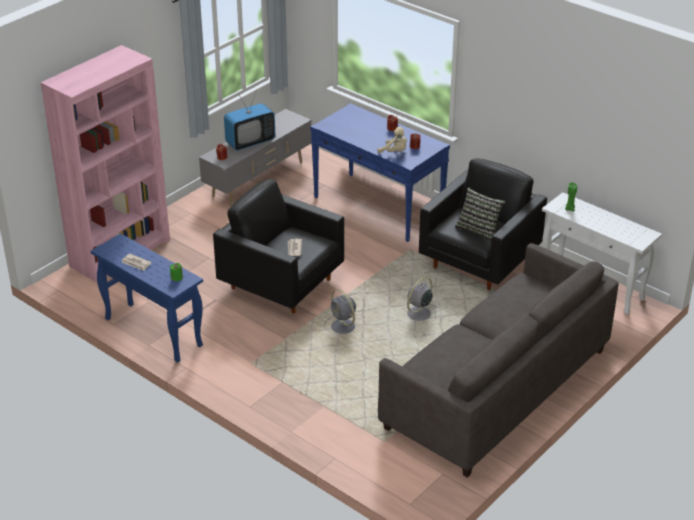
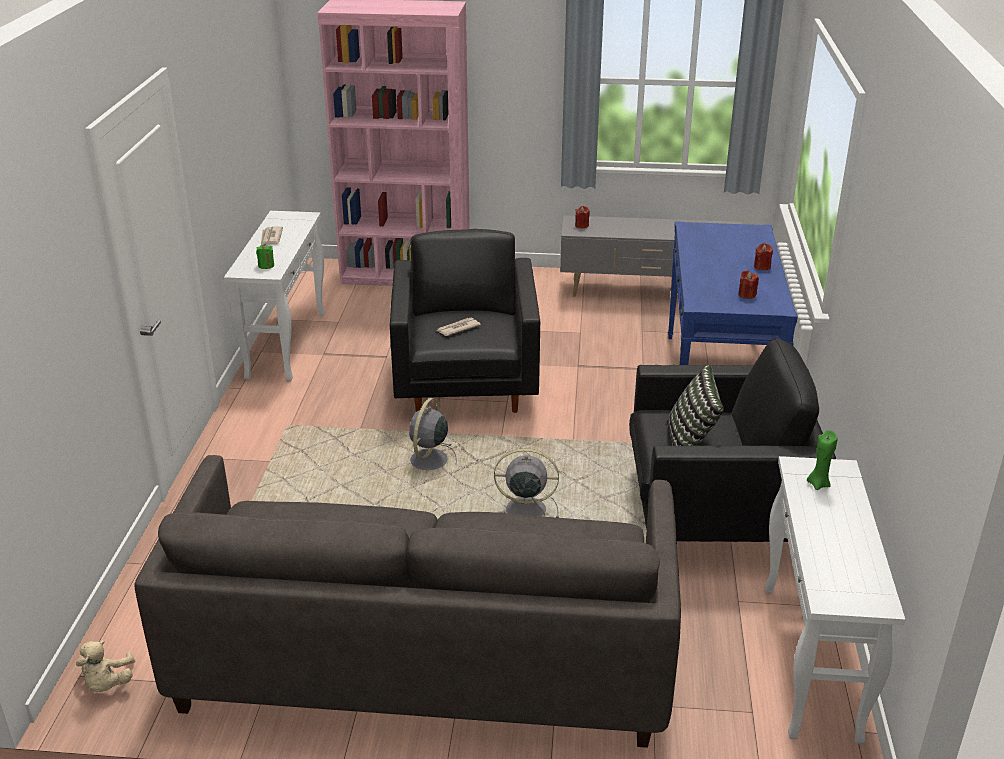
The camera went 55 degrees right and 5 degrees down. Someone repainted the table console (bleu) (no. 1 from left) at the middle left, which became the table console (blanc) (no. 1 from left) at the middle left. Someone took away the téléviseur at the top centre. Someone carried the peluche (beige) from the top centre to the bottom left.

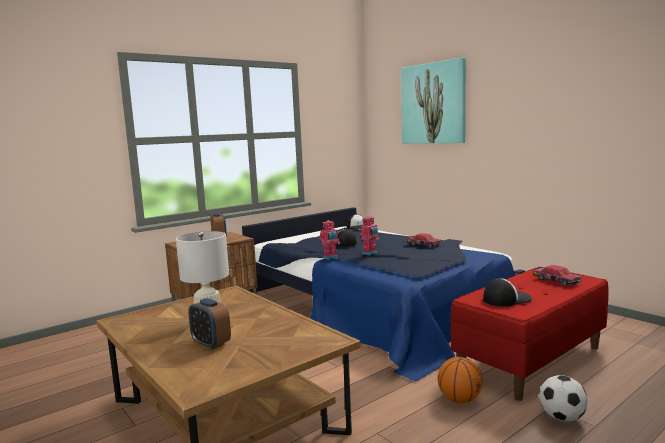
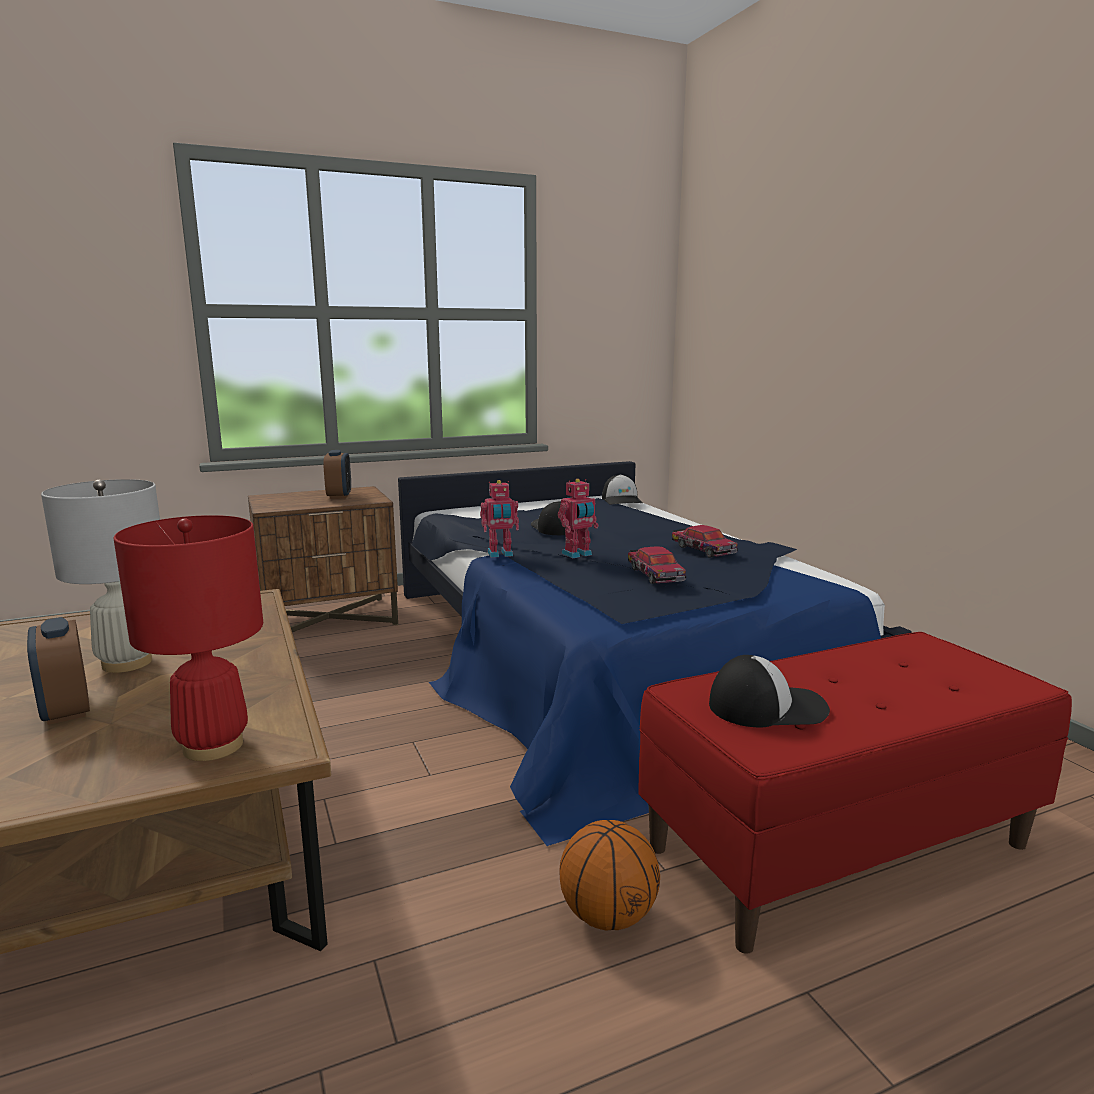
The camera went 15 degrees right and 5 degrees up. Someone took away the tableau at the top centre. Someone carried the petite voiture (no. 2 from left in the first image) from the middle right to the centre. Someone took away the ballon de foot at the bottom right. Someone put down the lampe de table (rouge) at the middle left.

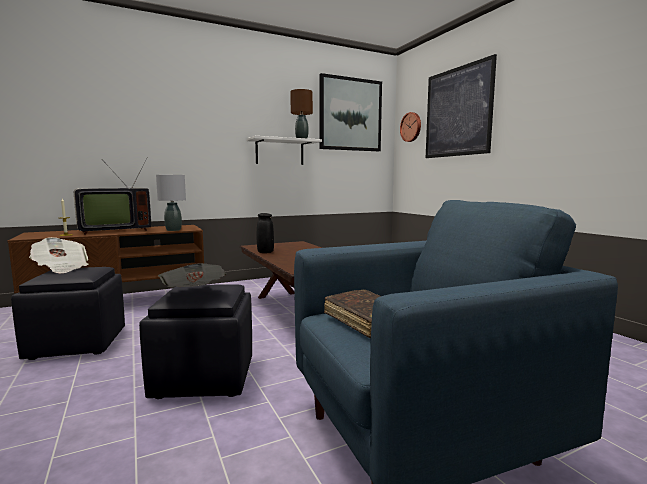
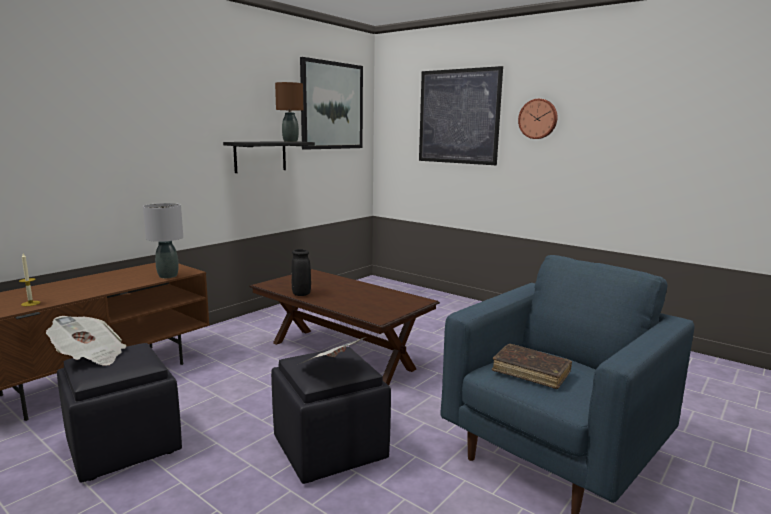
The camera went 25 degrees left and 5 degrees up. Someone took away the téléviseur at the middle left. Someone repainted the étagère (blanc) at the top centre, which became the étagère (noir) at the top centre. Someone carried the horloge murale from the top centre to the top right.

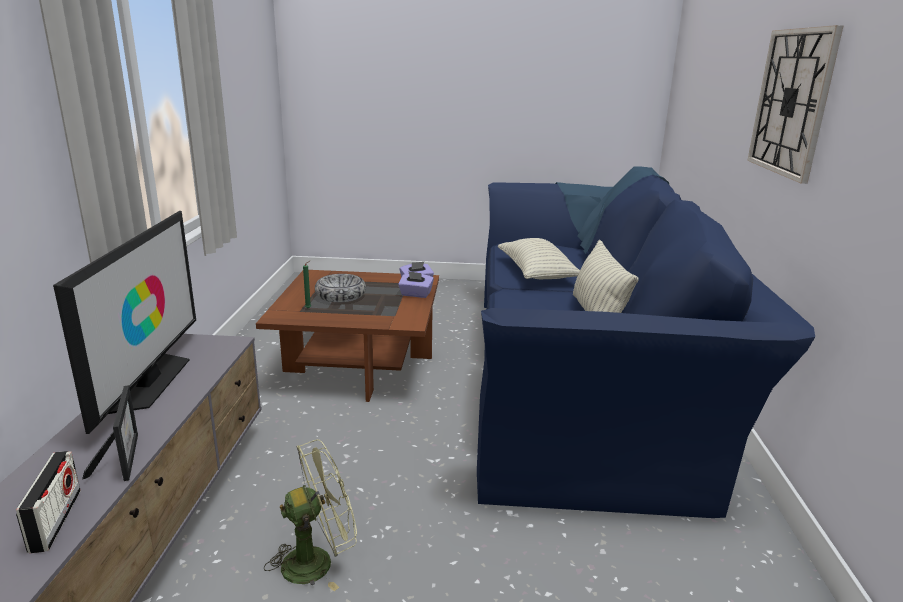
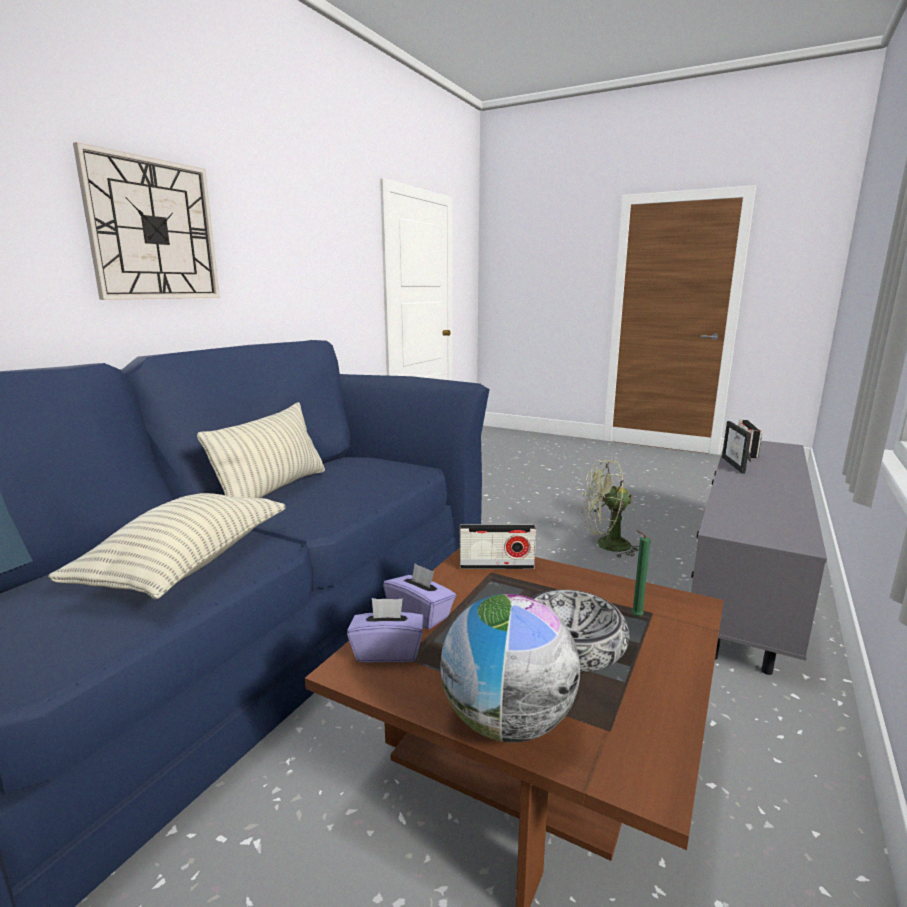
The camera went 155 degrees left and 5 degrees down. Someone took away the téléviseur at the middle left. Someone put down the globe at the bottom centre. Someone put down the radio (no. 1 from left) at the centre.

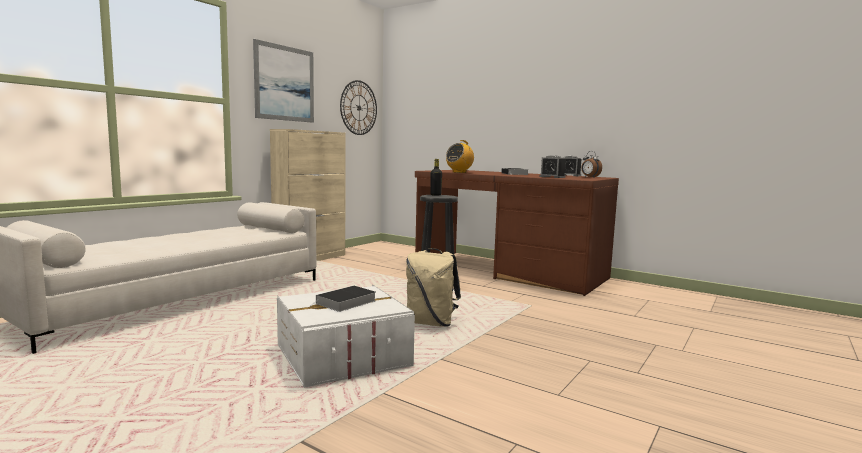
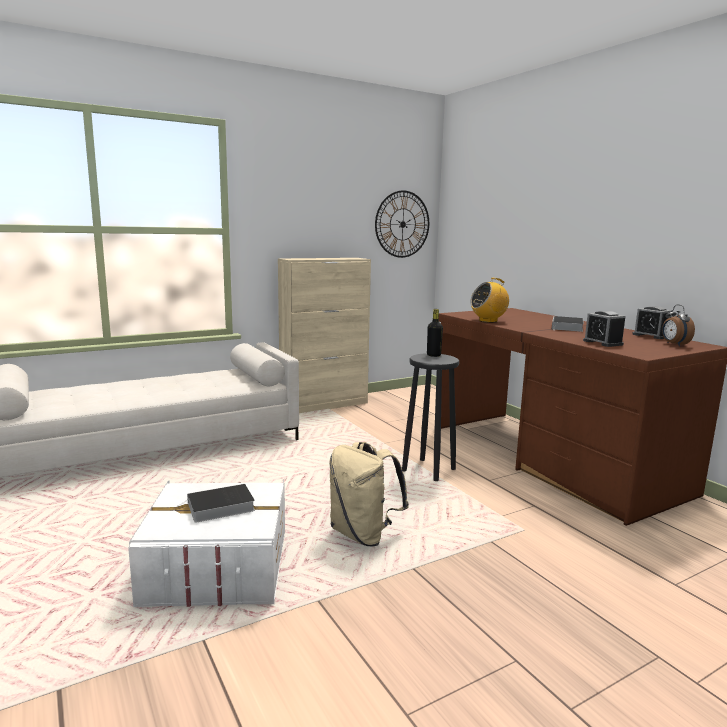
The camera went 25 degrees right and 5 degrees up. Someone took away the tableau at the top left.

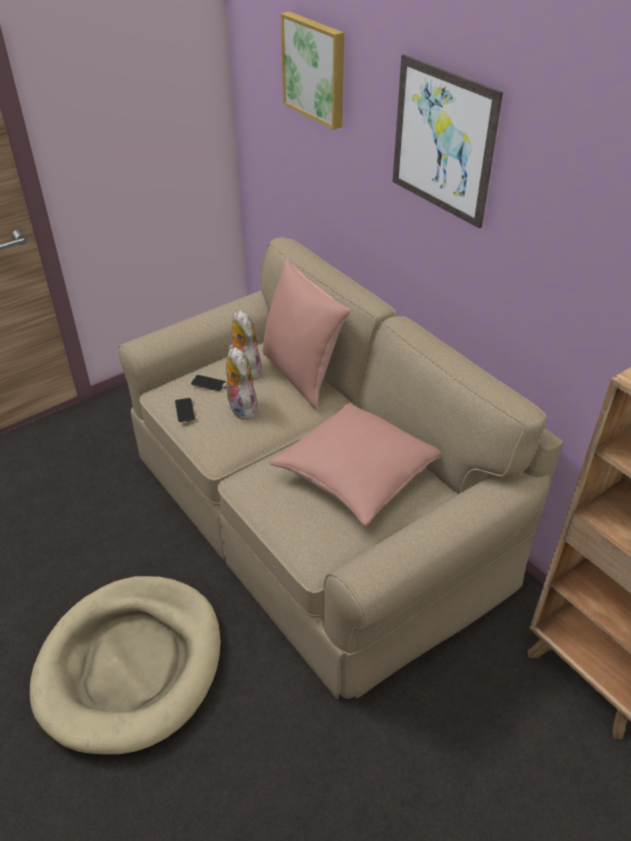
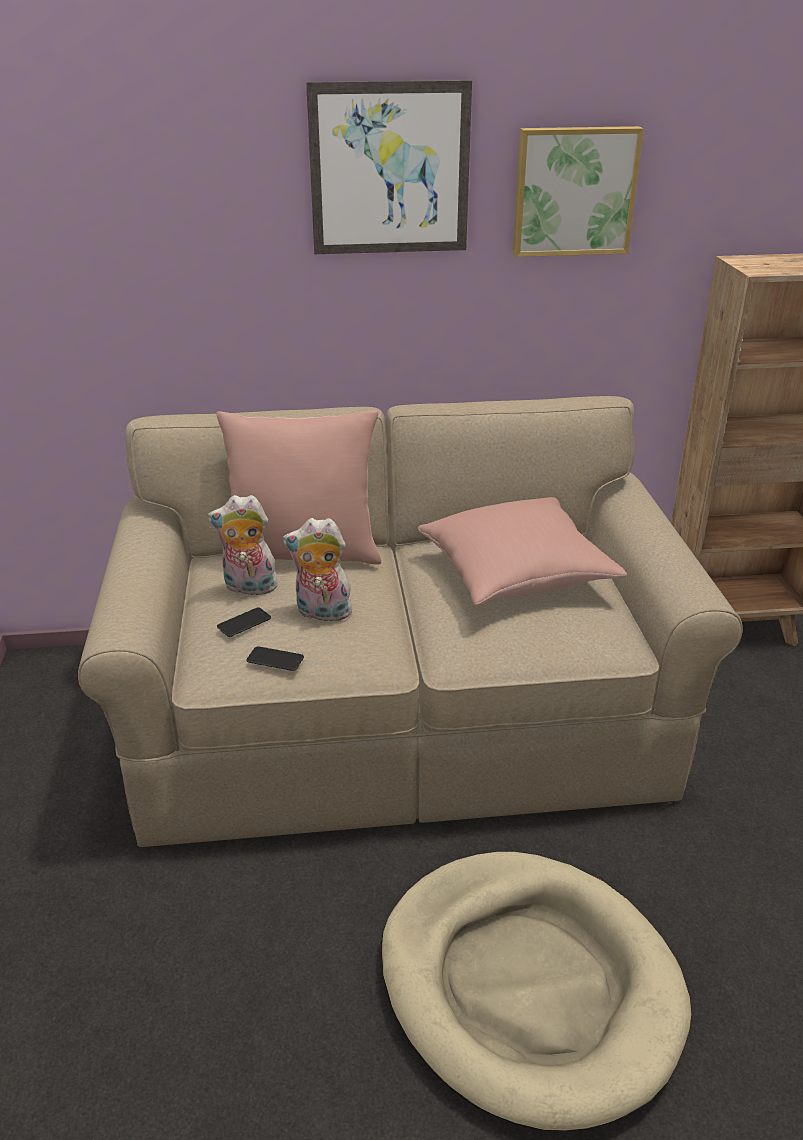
The camera went 60 degrees left and 10 degrees down. Someone carried the tableau (no. 1 from left in the first image) from the top centre to the top right.

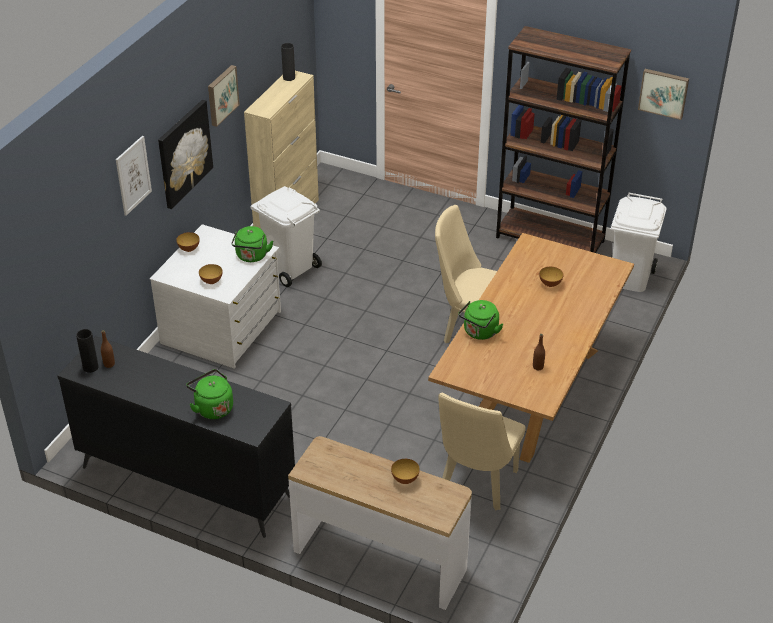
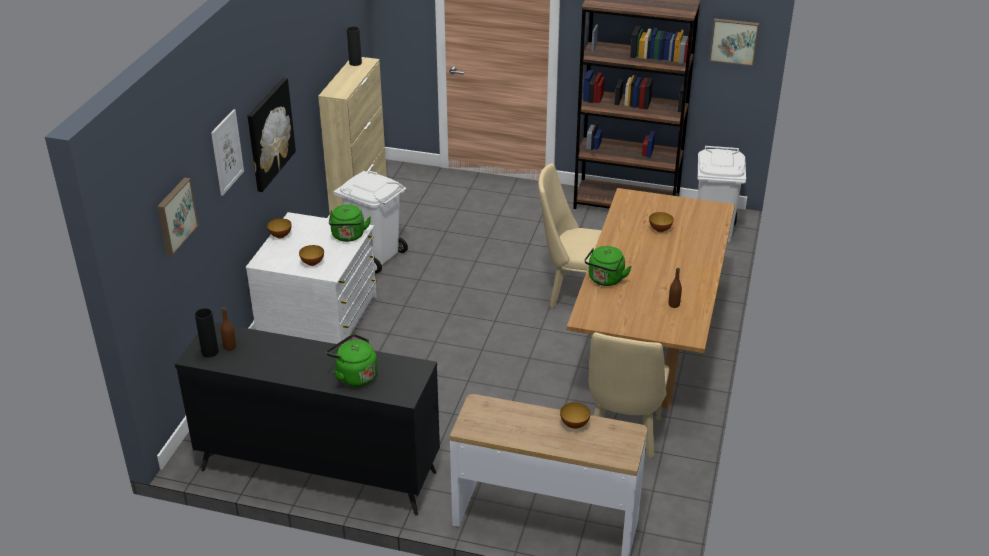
The camera went 10 degrees left and 5 degrees down. Someone carried the tableau (no. 3 from left in the first image) from the top left to the middle left.

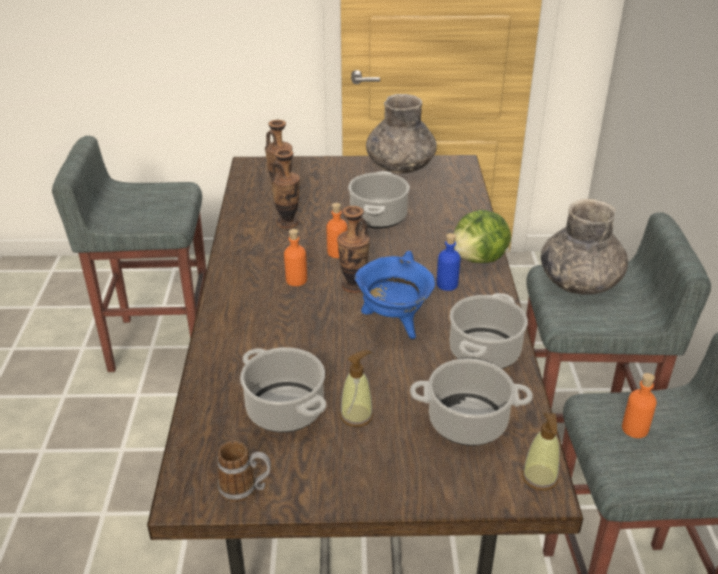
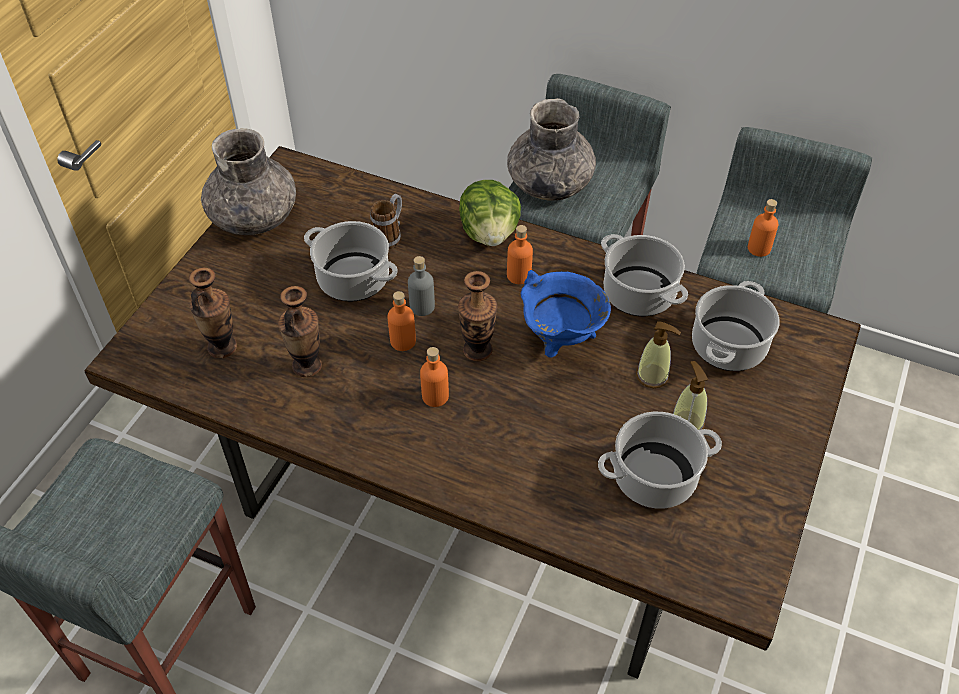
The camera went 65 degrees left and 15 degrees up. Someone carried the mug from the bottom centre to the top centre. Someone repainted the bouteille (bleu) at the centre, which became the bouteille (orange) (no. 3 from left) at the centre. Someone carried the distributeur de savon (no. 2 from left in the first image) from the bottom right to the middle right. Someone put down the bouteille (gris) at the centre.

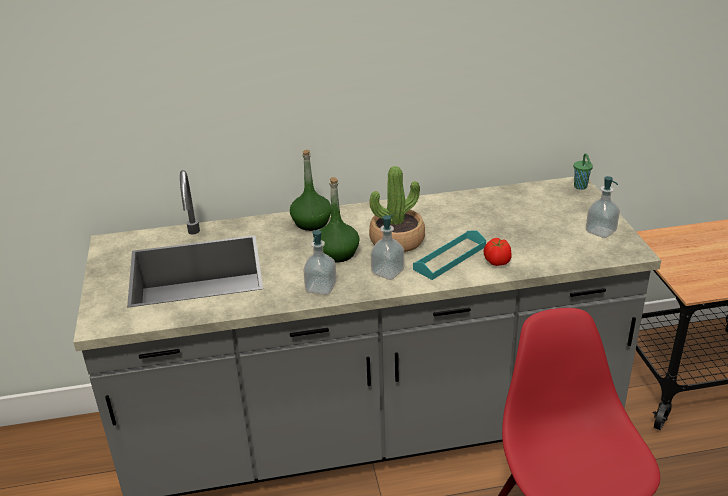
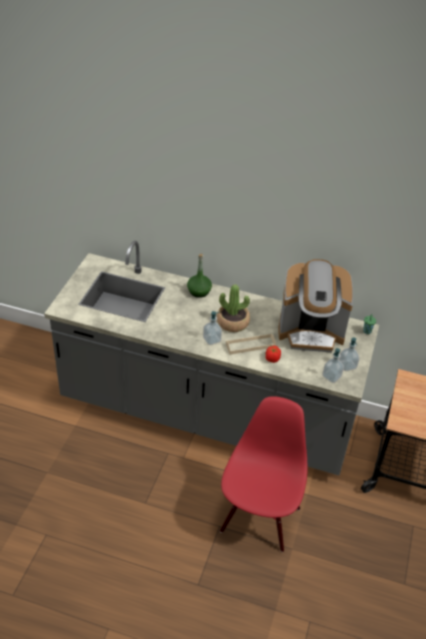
The camera went 25 degrees right and 10 degrees up. Someone carried the distributeur de savon (no. 1 from left in the first image) from the centre to the middle right. Someone took away the bouteille (vert) (no. 2 from left) at the centre. Someone repainted the plateau (turquoise) at the centre, which became the plateau (beige) at the centre. Someone put down the machine à café at the middle right.

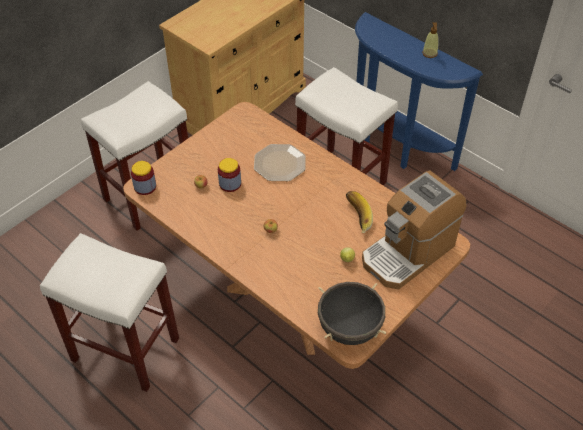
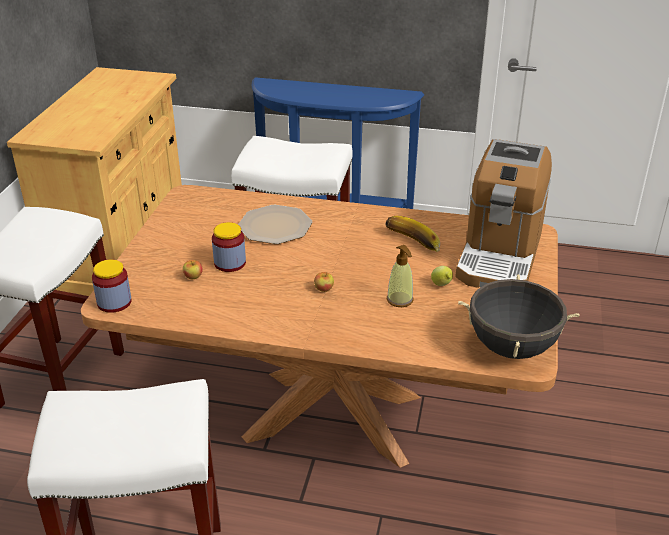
The camera went 30 degrees left and 15 degrees down. Someone carried the distributeur de savon from the top right to the centre.

